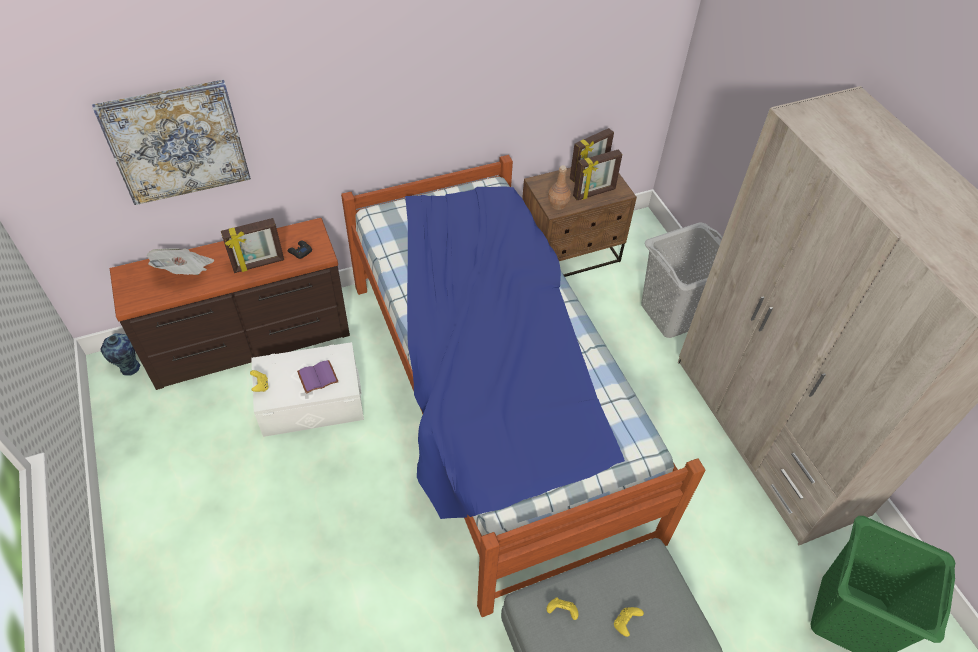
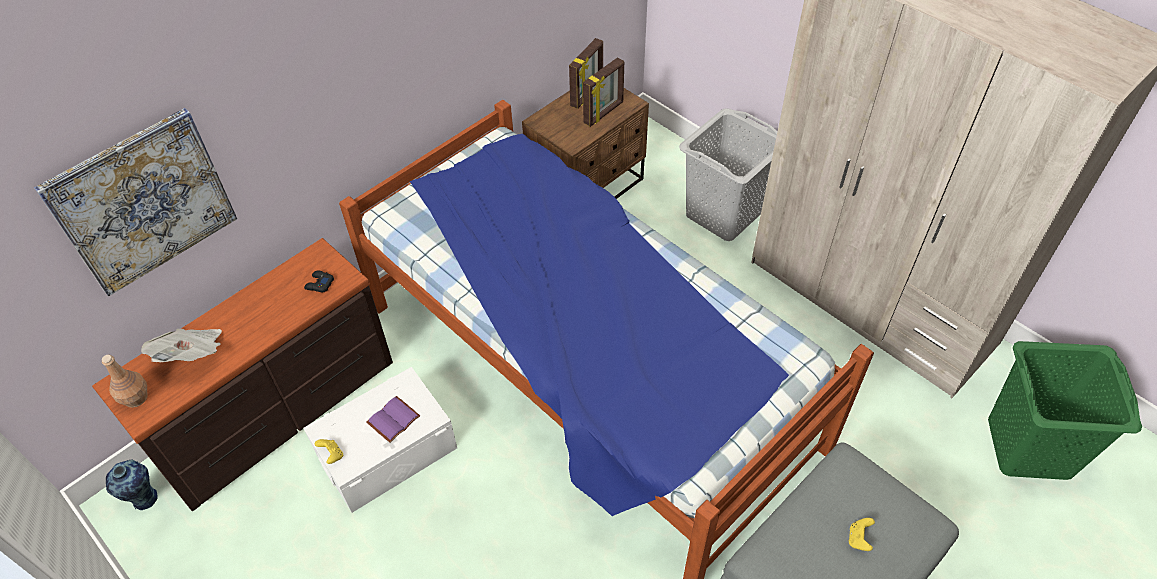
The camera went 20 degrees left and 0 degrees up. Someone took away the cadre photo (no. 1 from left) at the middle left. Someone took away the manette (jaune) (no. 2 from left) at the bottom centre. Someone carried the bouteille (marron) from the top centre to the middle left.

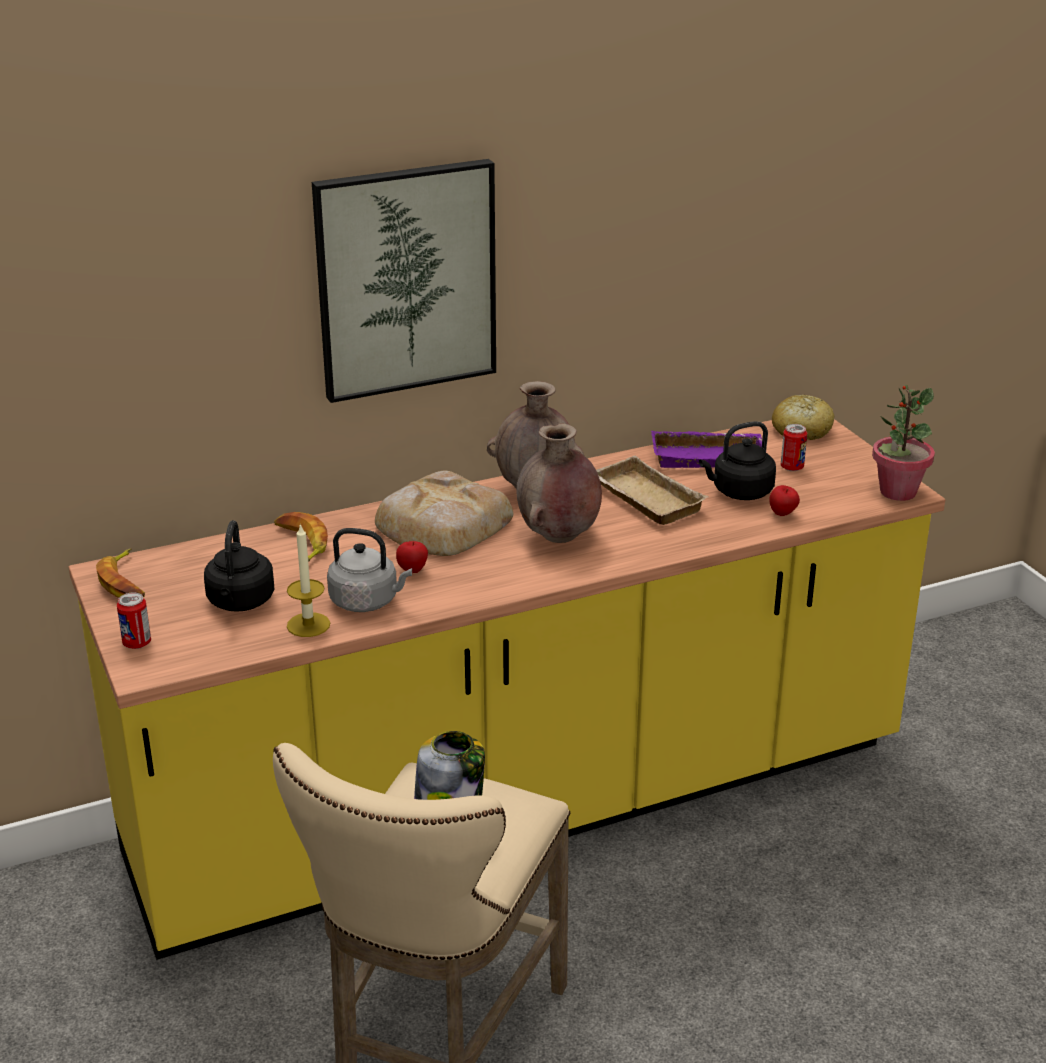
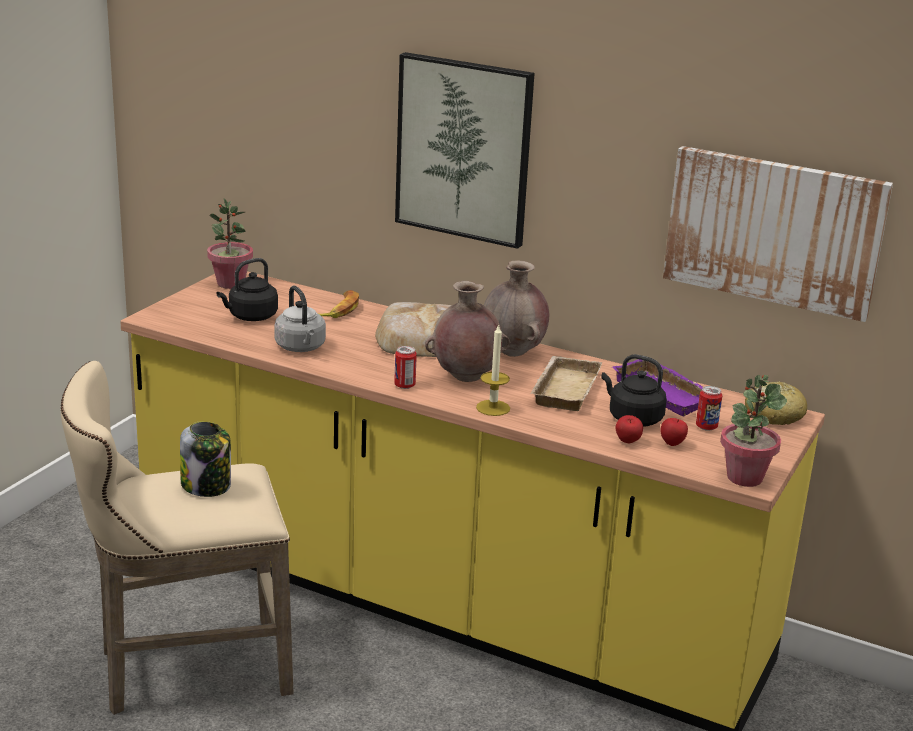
The camera went 50 degrees right and 5 degrees down. Someone swapped the banane (no. 1 from left) at the middle left for the plante en pot (no. 1 from left) at the middle left. Someone carried the boîte métallique (no. 1 from left) from the middle left to the centre. Someone carried the bougie from the middle left to the centre. Someone carried the pomme (no. 1 from left in the first image) from the centre to the middle right. Someone put up the tableau (no. 2 from left) at the top right.

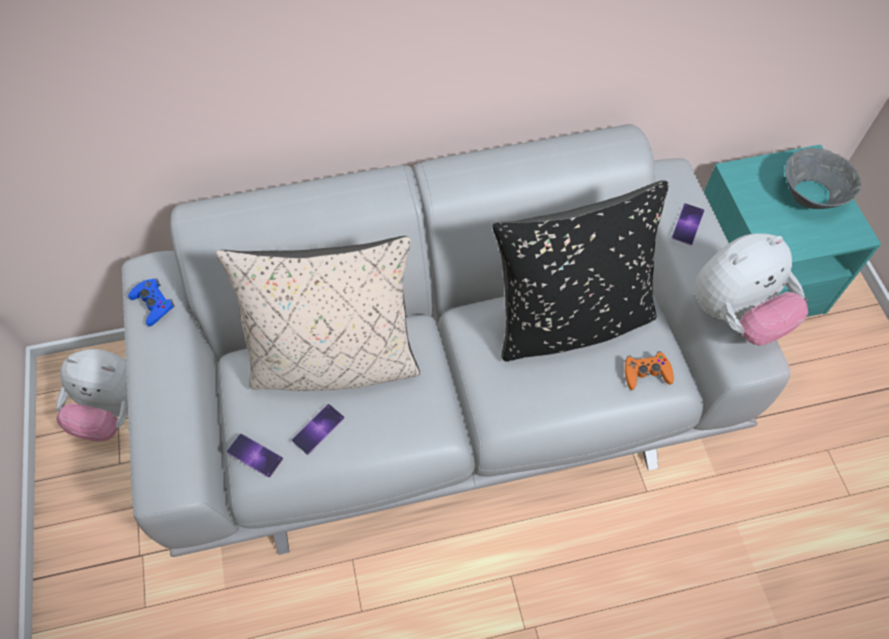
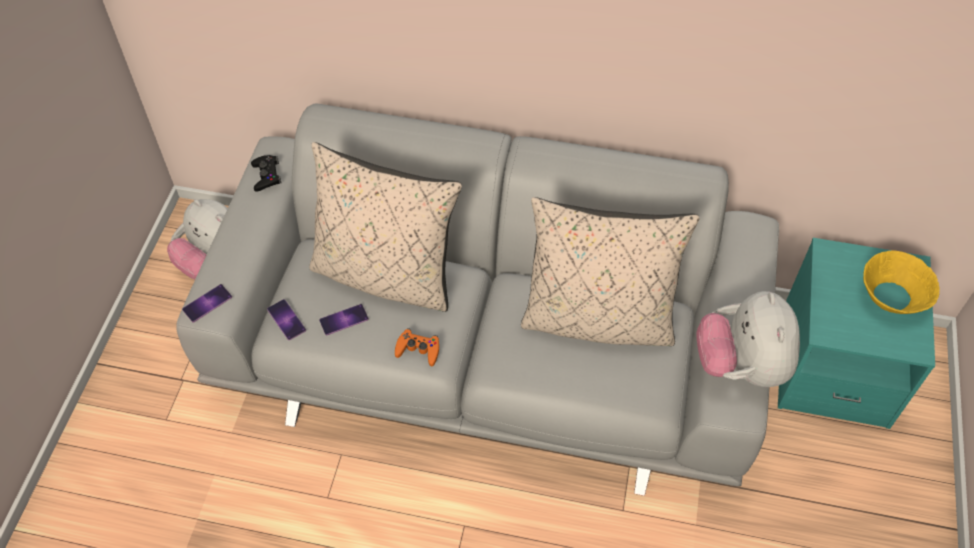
The camera went 25 degrees right and 5 degrees down. Someone repainted the manette (bleu) at the middle left, which became the manette (noir) at the top left. Someone repainted the coussin (noir) at the centre, which became the coussin (beige) (no. 2 from left) at the centre. Someone carried the manette (orange) from the middle right to the centre. Someone carried the téléphone (no. 3 from left in the first image) from the middle right to the middle left. Someone rotated the peluche (no. 2 from left) at the middle right by 90 degrees clockwise. Someone repainted the bol (gris) at the top right, which became the bol (jaune) at the middle right.

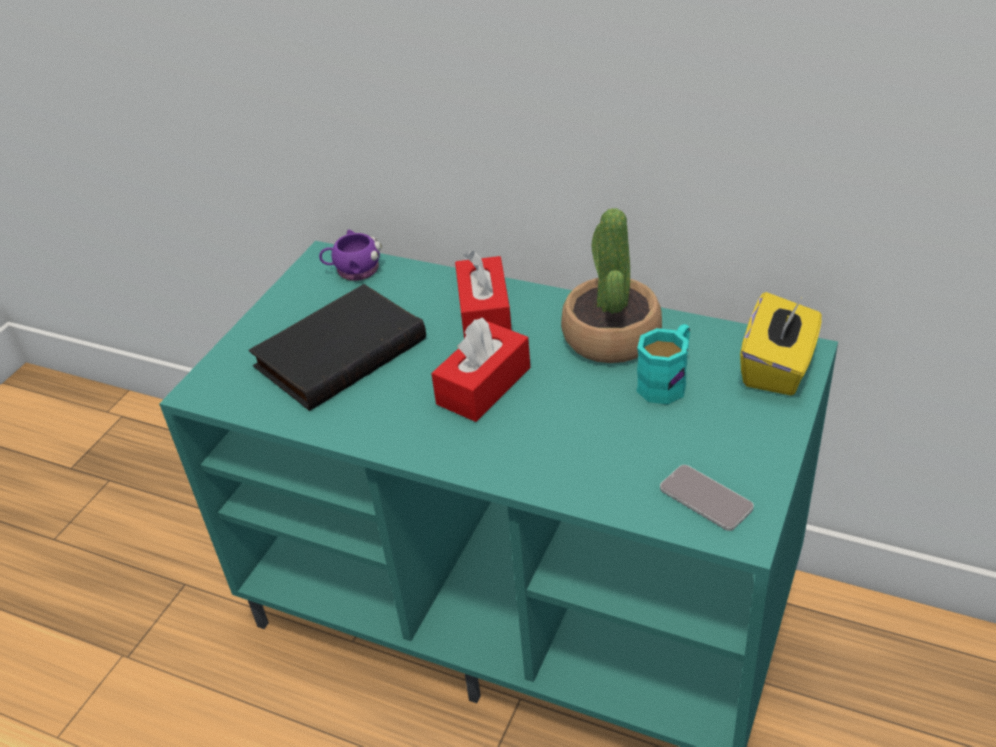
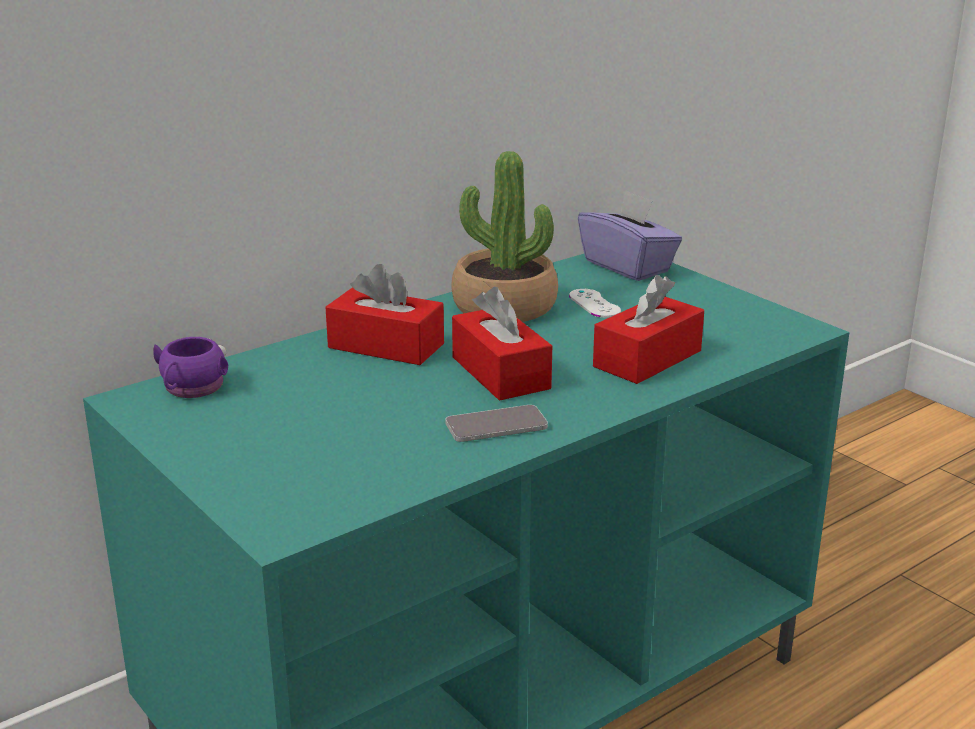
The camera went 65 degrees left and 15 degrees down. Someone took away the livre (noir) at the centre. Someone swapped the mug (turquoise) at the centre for the manette (blanc) at the centre. Someone carried the téléphone from the bottom right to the centre. Someone repainted the boîte à mouchoirs (jaune) at the middle right, which became the boîte à mouchoirs (violet) at the top centre. Someone put down the boîte à mouchoirs (rouge) (no. 3 from left) at the centre.

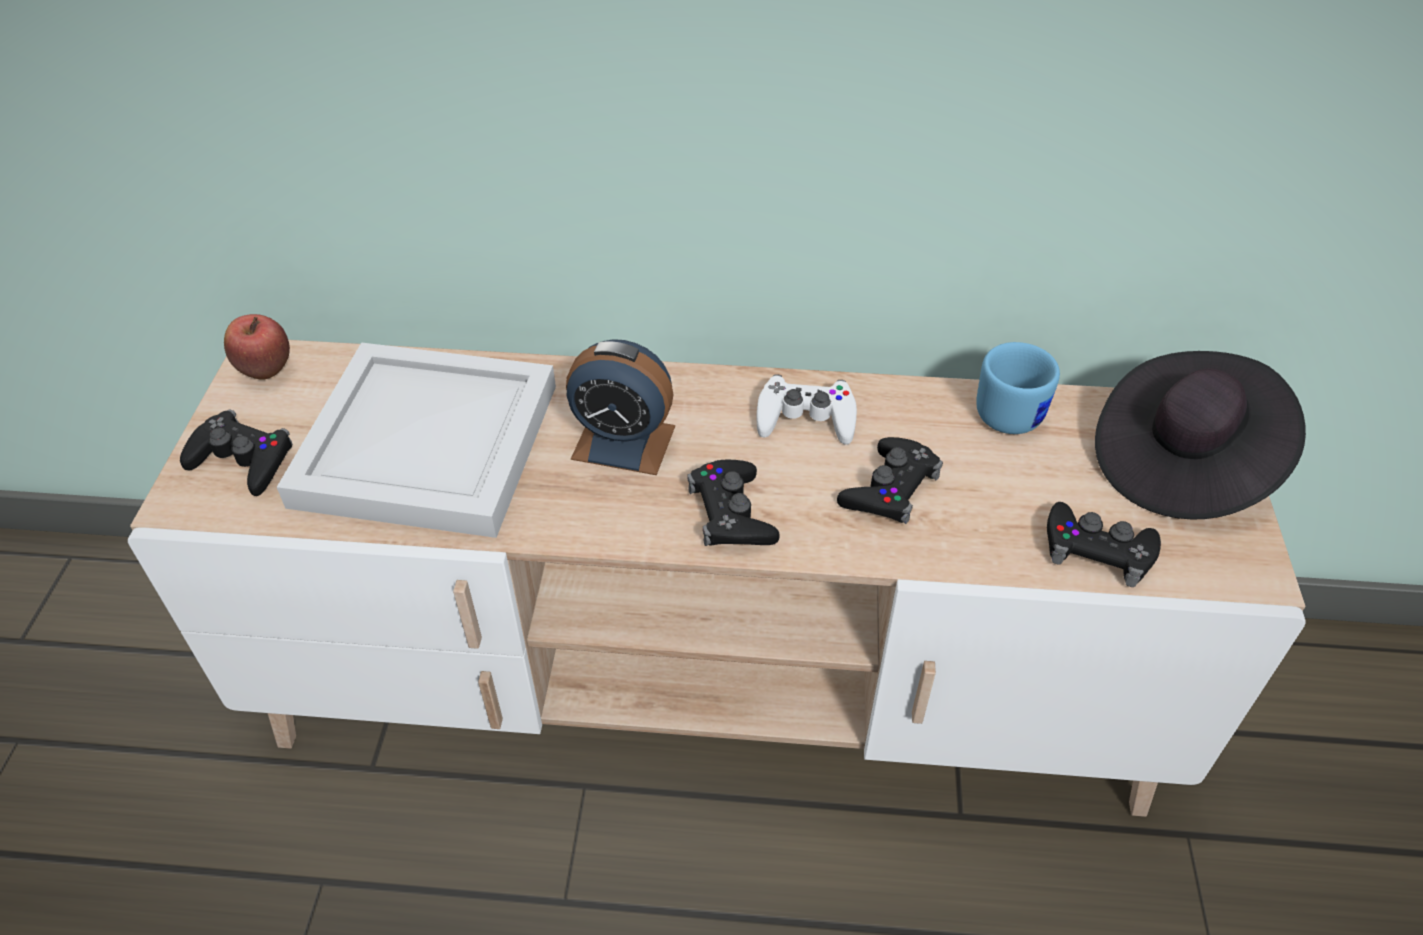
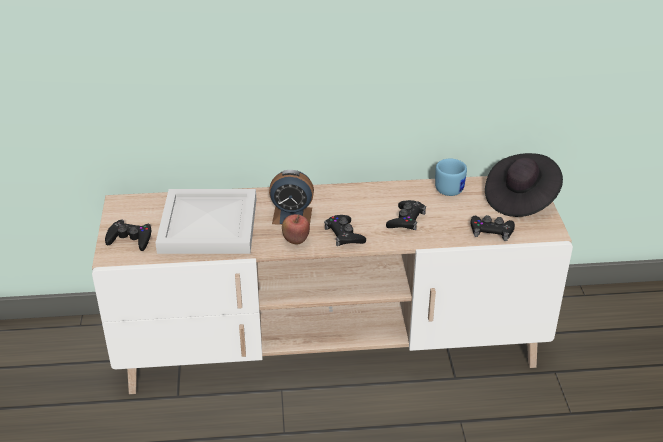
The camera went 10 degrees left and 10 degrees down. Someone carried the pomme from the middle left to the centre. Someone took away the manette (blanc) at the centre.

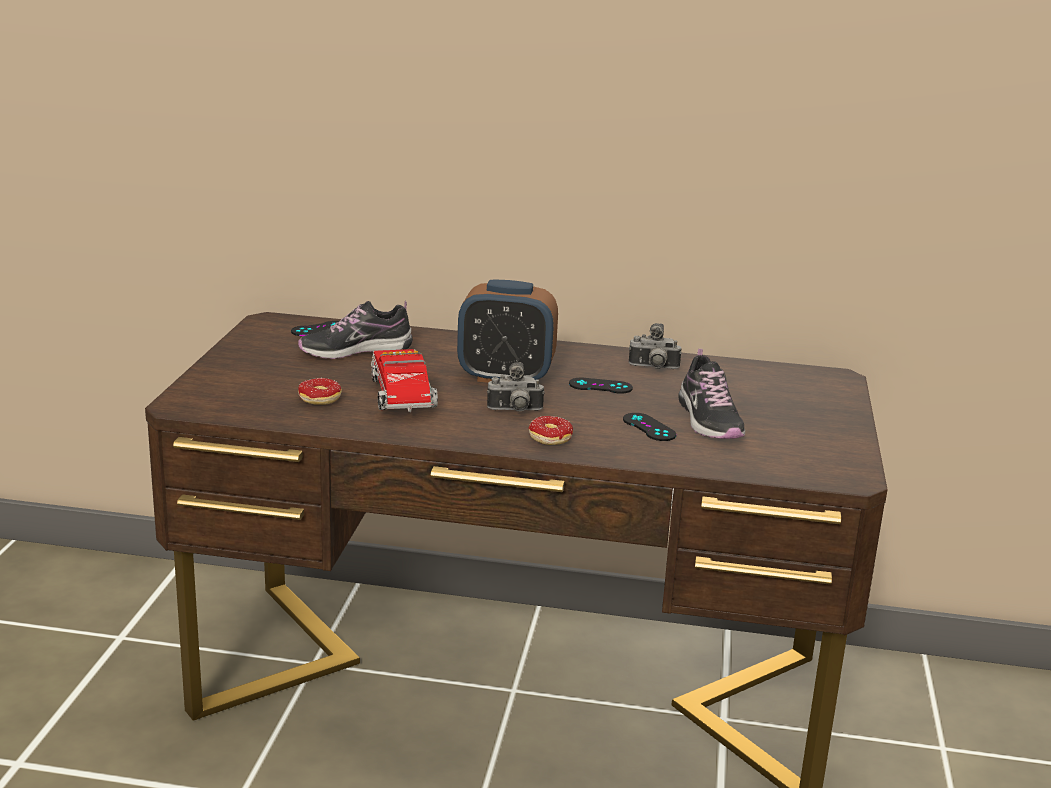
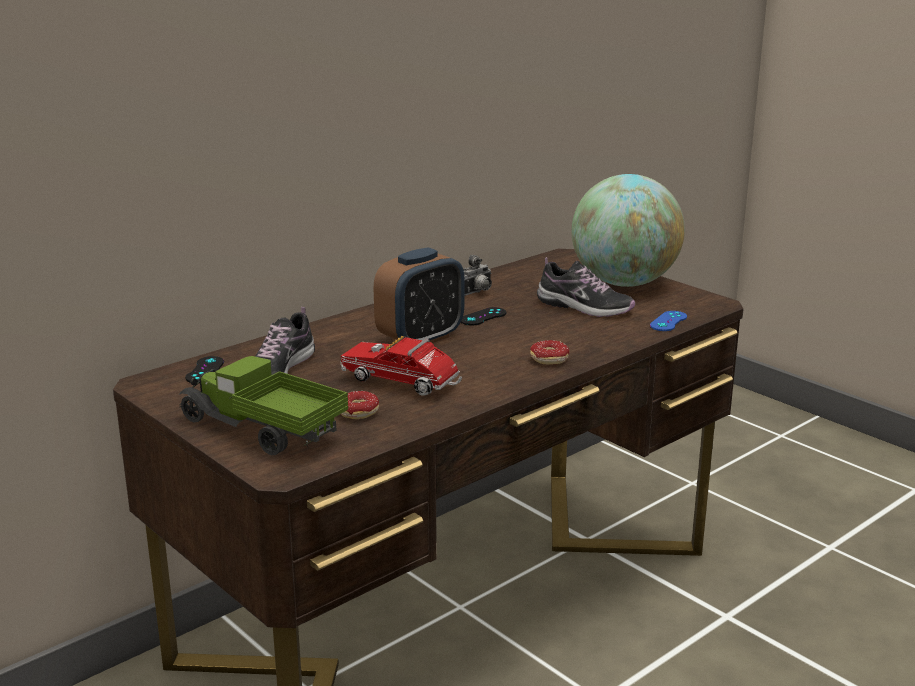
The camera went 50 degrees left and 0 degrees up. Someone took away the appareil photo (no. 1 from left) at the centre. Someone took away the manette (noir) (no. 3 from left) at the centre. Someone put down the camion jouet (no. 1 from left) at the middle left. Someone put down the globe at the middle right. Someone put down the manette (bleu) at the middle right.

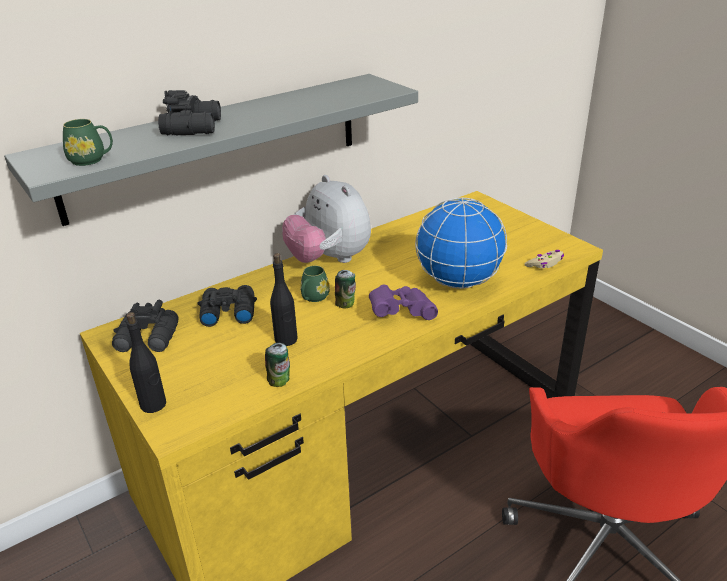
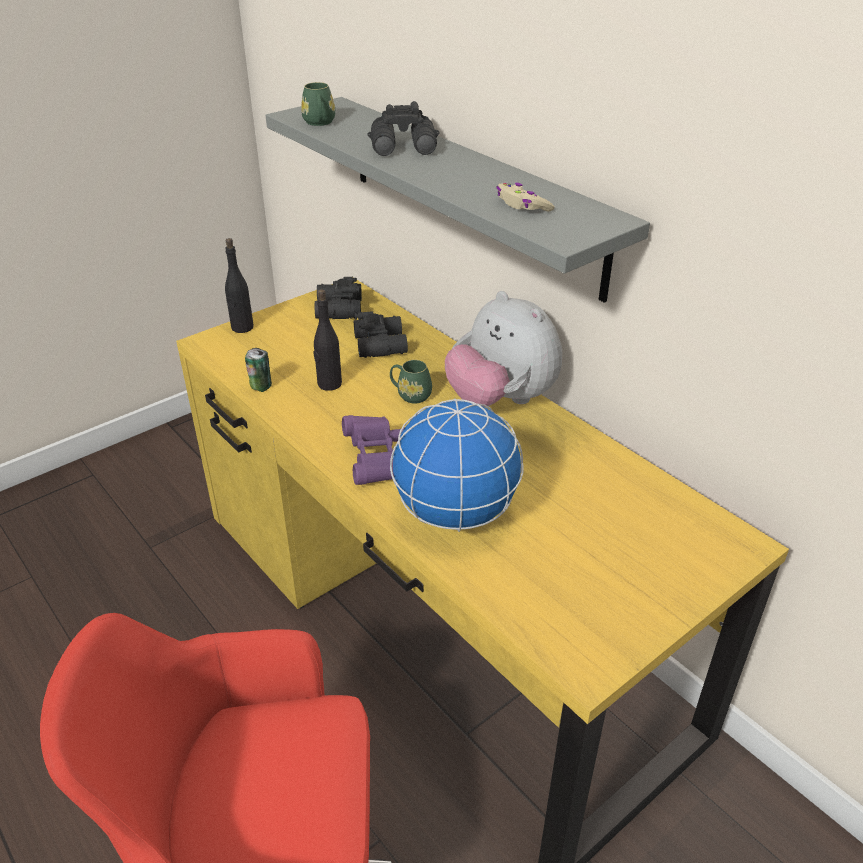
The camera went 85 degrees right and 5 degrees up. Someone rotated the peluche at the centre by 90 degrees counterclockwise. Someone took away the boîte métallique (no. 2 from left) at the centre. Someone carried the manette (beige) from the middle right to the top centre.

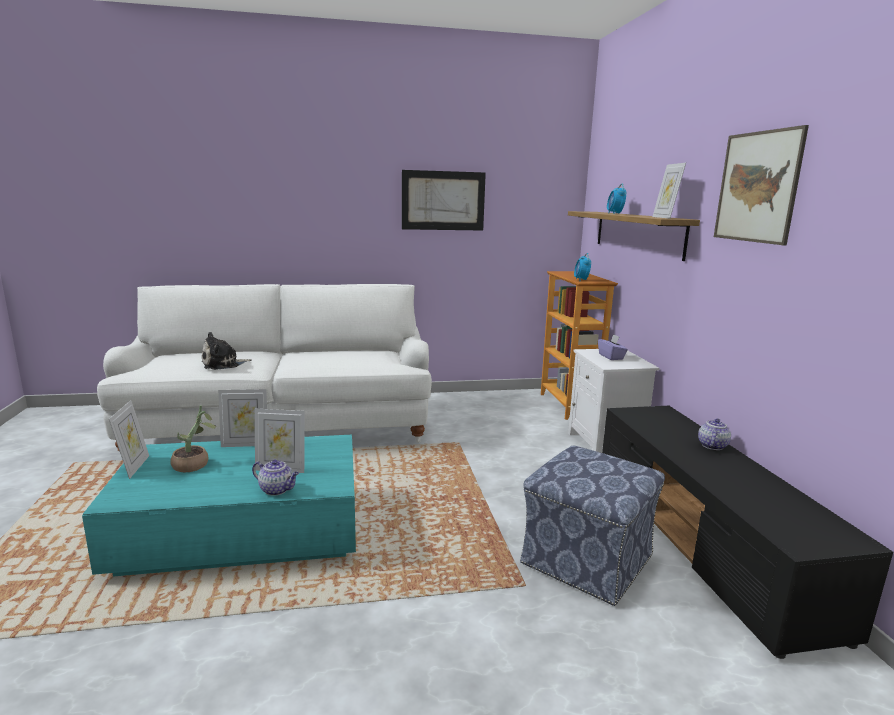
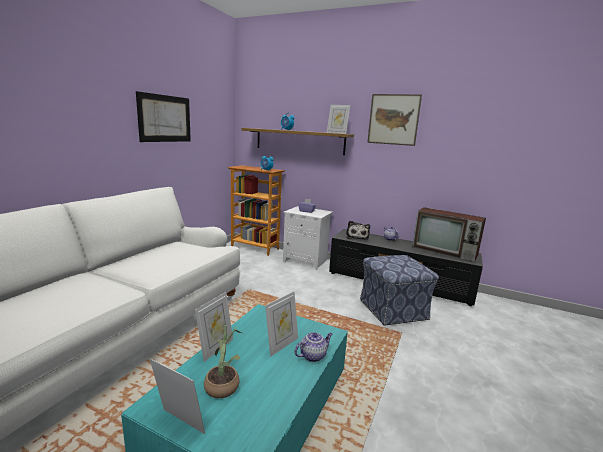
The camera went 55 degrees left and 0 degrees up. Someone carried the peluche from the middle left to the centre. Someone put down the téléviseur at the middle right.

